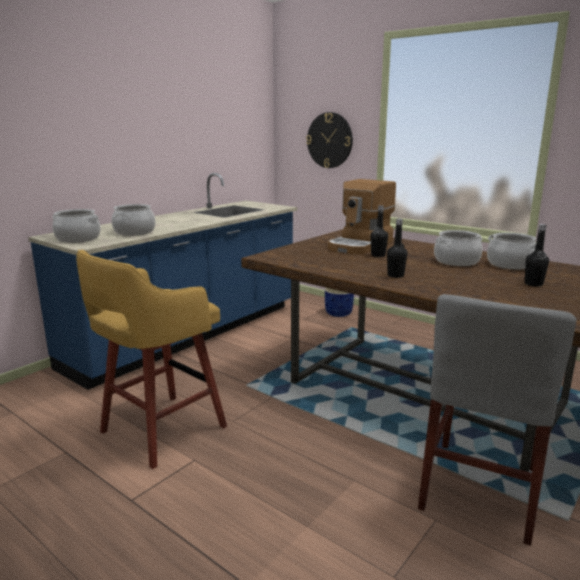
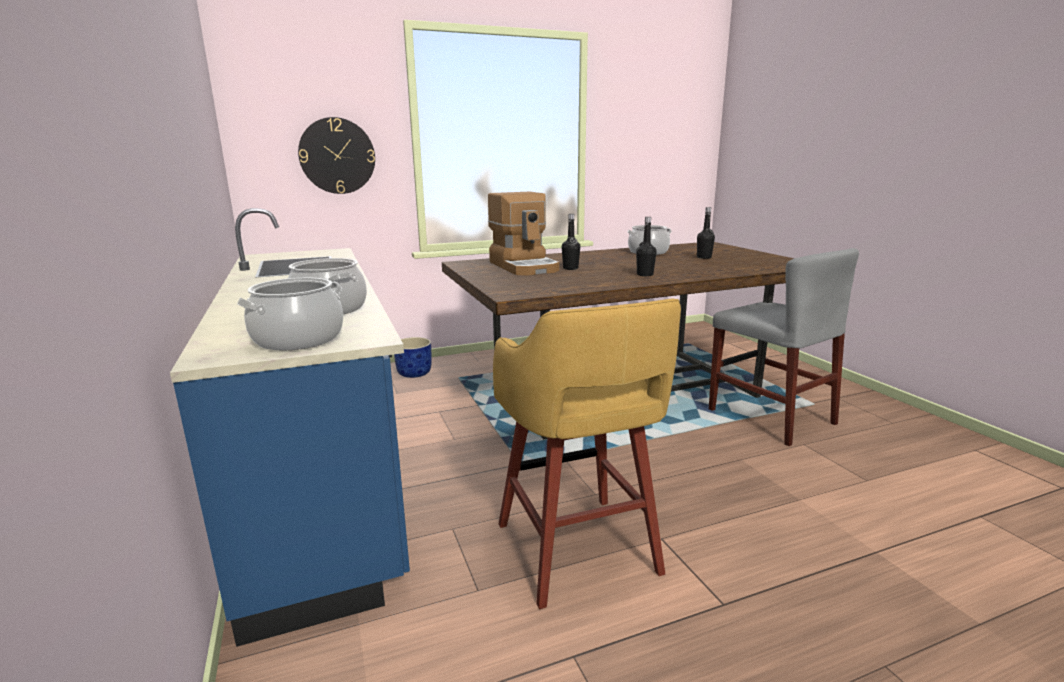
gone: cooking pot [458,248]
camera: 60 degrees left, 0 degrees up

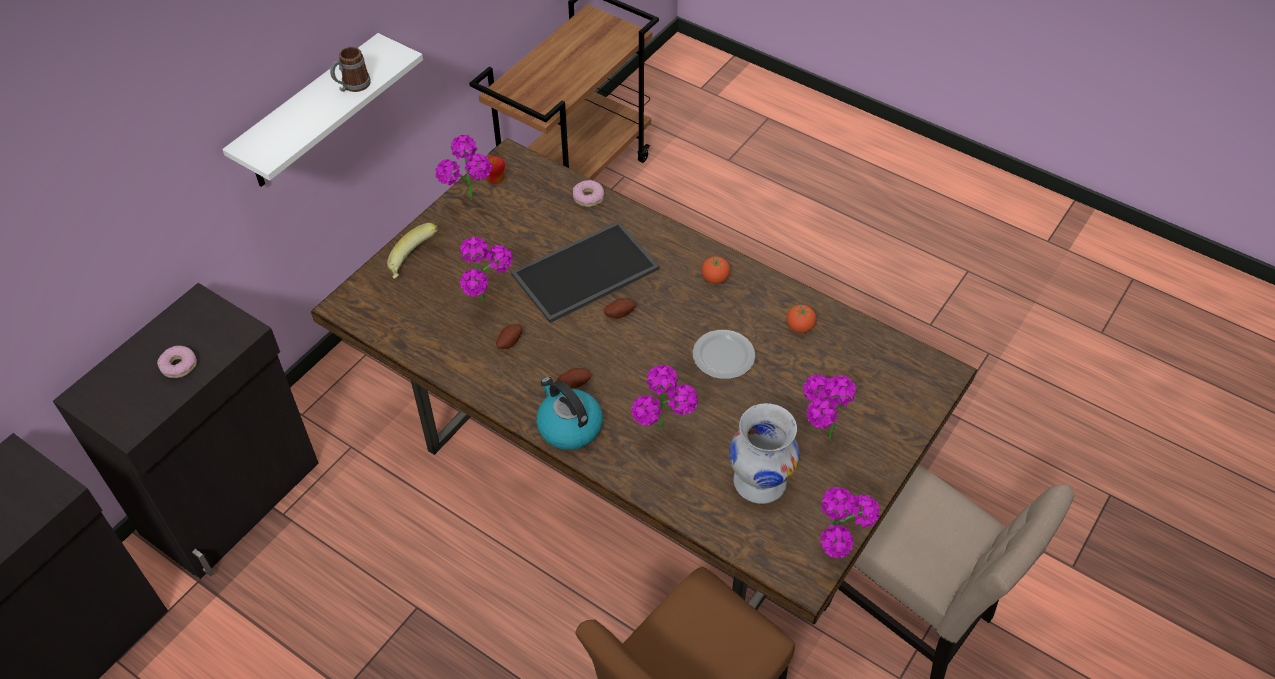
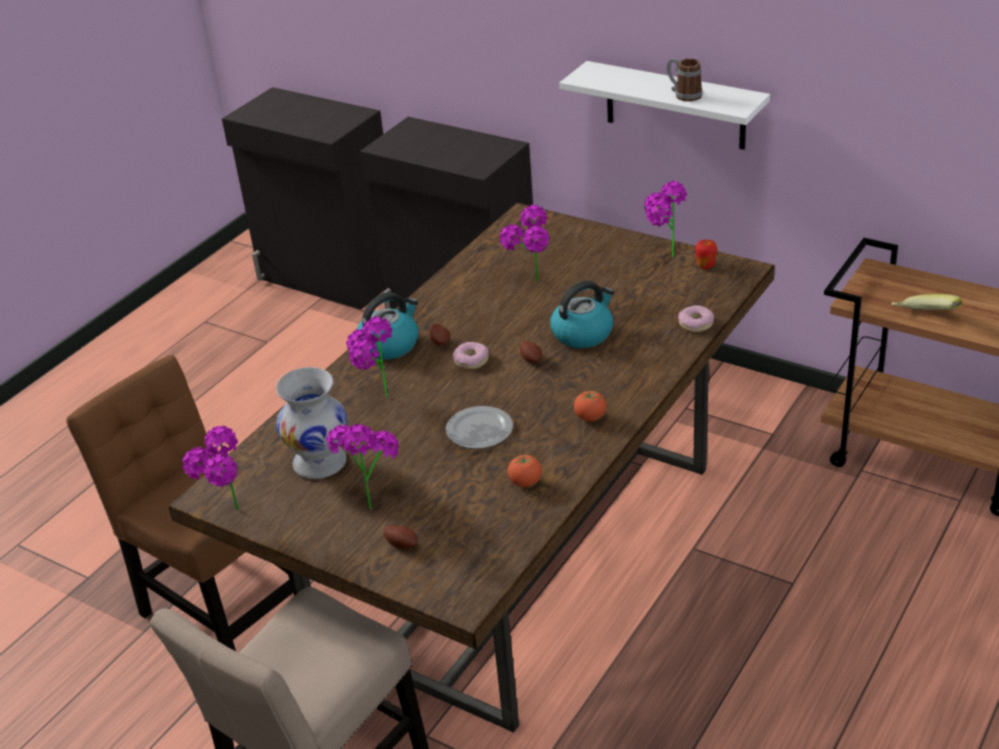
shifted: banana [412,251] to [926,302]; potato [509,336] to [401,537]; donut [177,362] to [471,355]
swapped: tray [585,272] to kettle [582,314]
camera: 90 degrees right, 15 degrees down

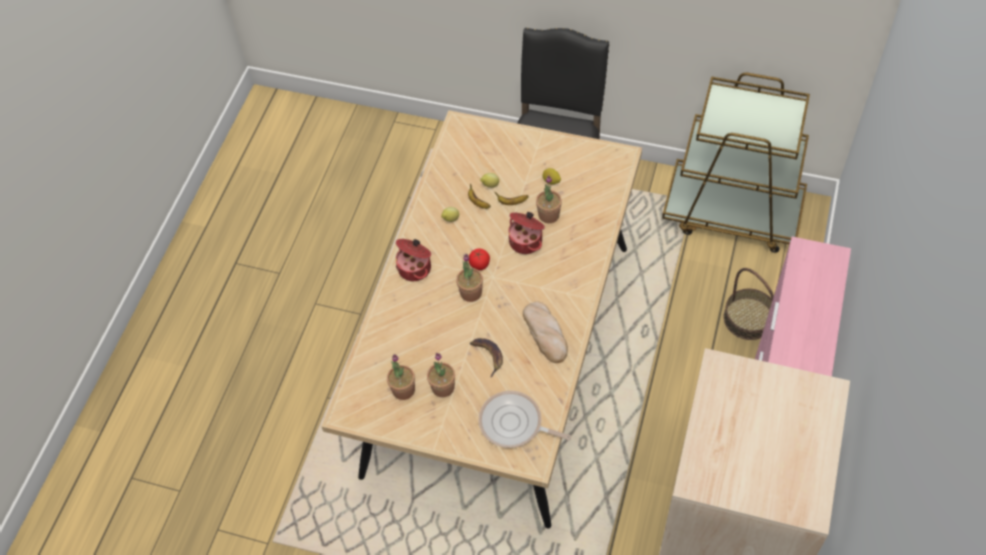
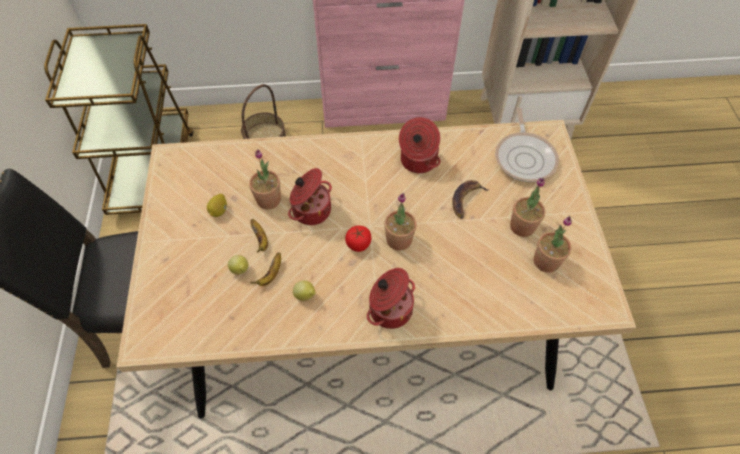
swapped: bread [545,332] to cooking pot [420,145]
camera: 115 degrees left, 0 degrees up

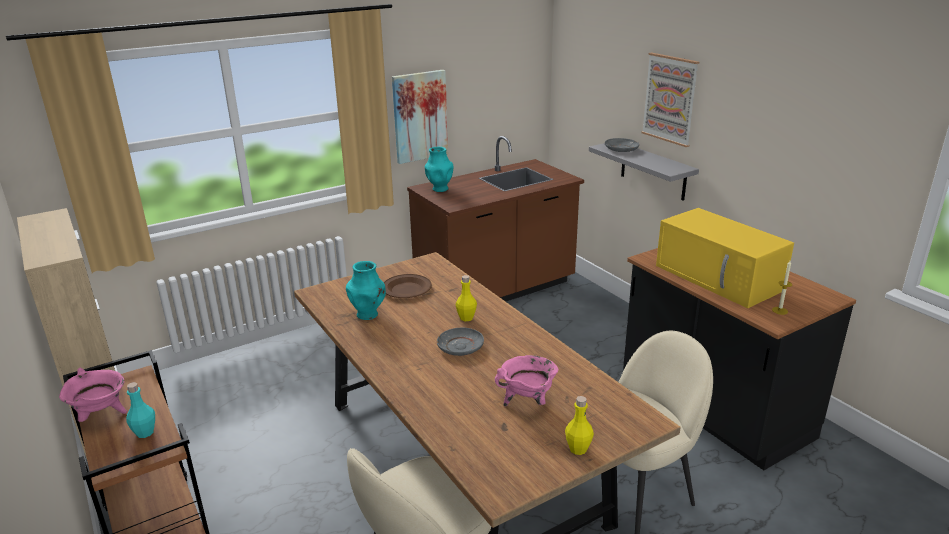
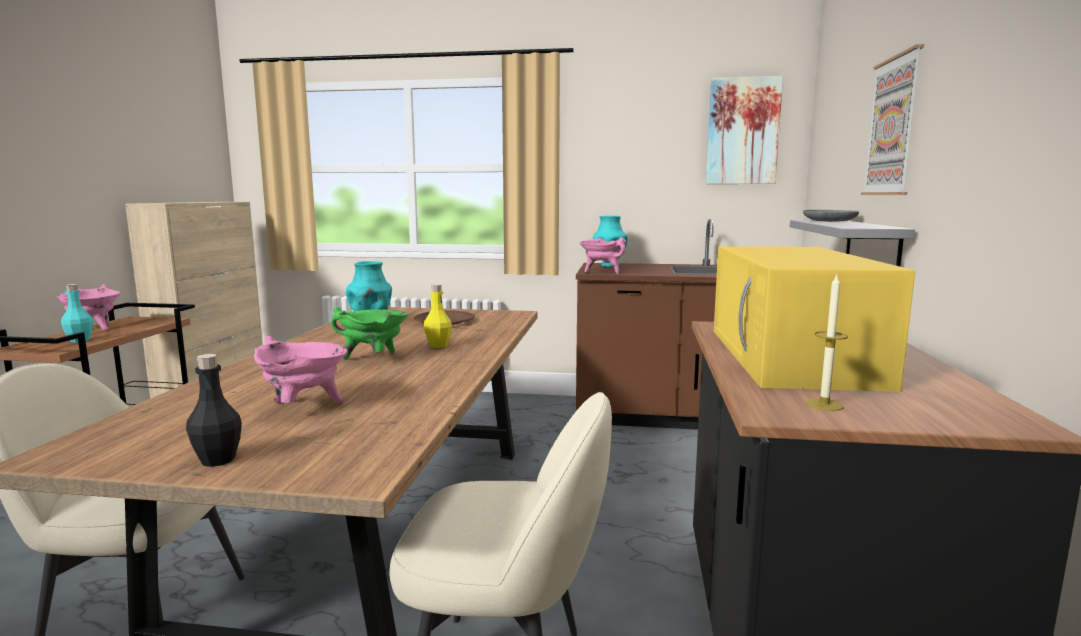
new: pink cooking pot [603,255]
shifted: picture [420,117] to [744,130]
swapped: grey plate [460,342] to green cooking pot [369,333]
repainted: yellow bottle [579,425] to black bottle [214,410]
camera: 40 degrees right, 15 degrees down

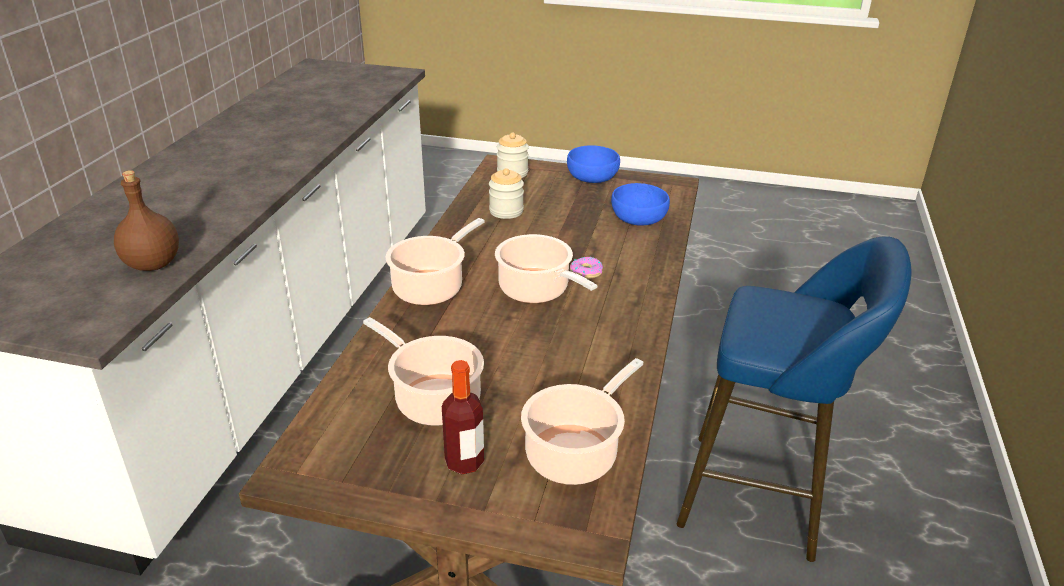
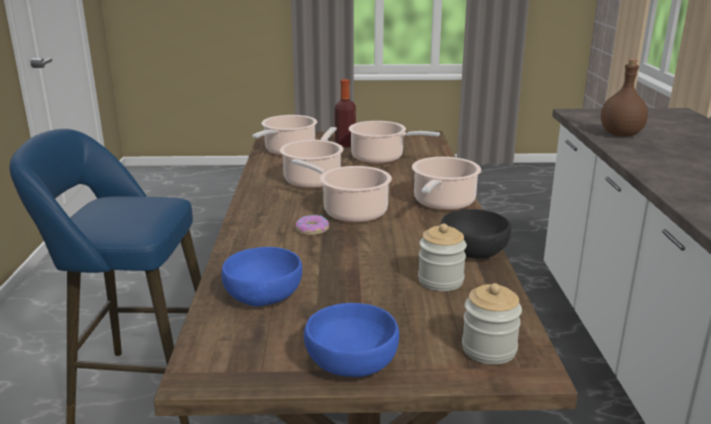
new: cooking pot [311,157]; black bowl [475,233]
camera: 165 degrees right, 10 degrees down

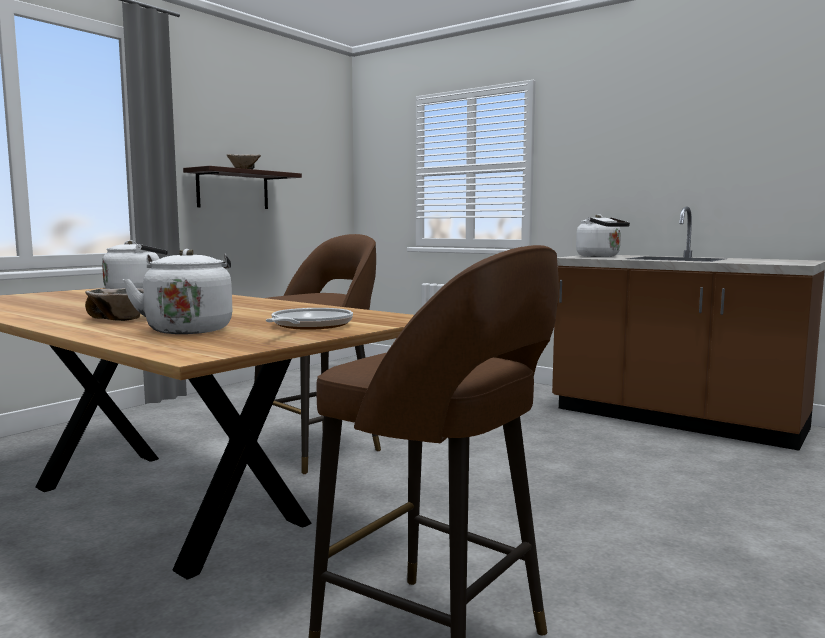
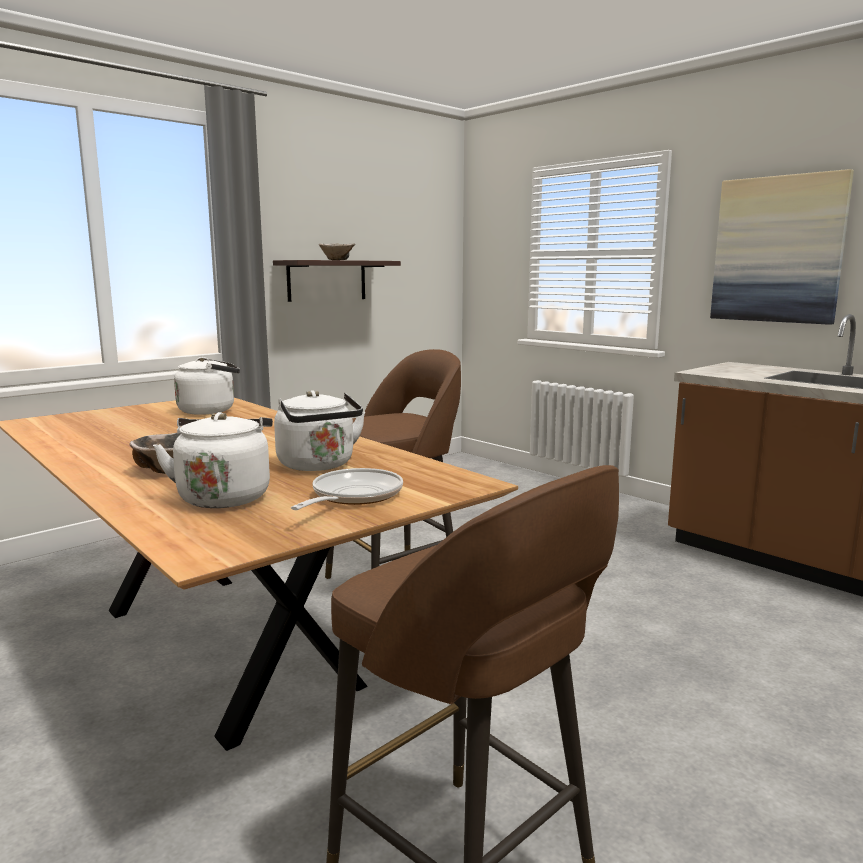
new: picture [782,247]
shifted: white kettle [603,235] to [319,430]
camera: 10 degrees right, 5 degrees up

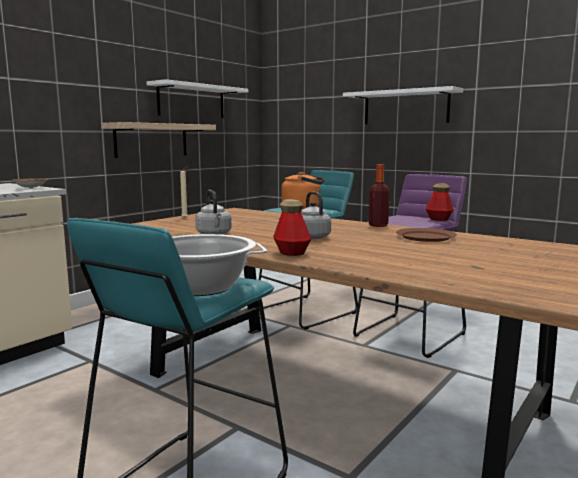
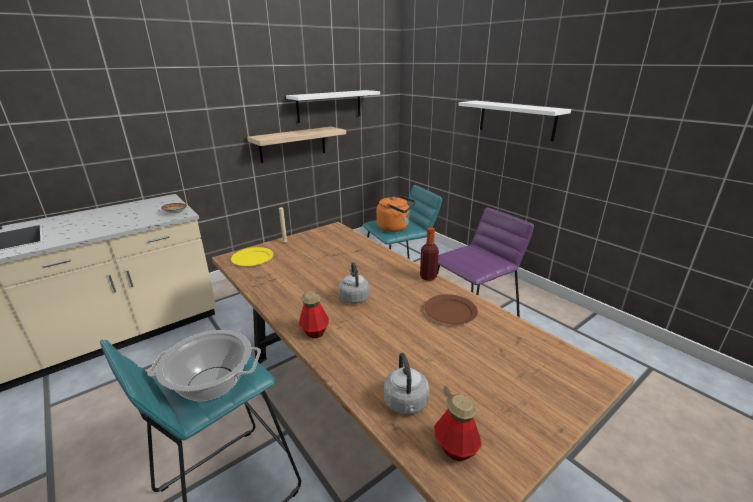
new: yellow plate [252,256]
shifted: bottle [440,202] to [458,427]; grey kettle [213,212] to [406,384]
camera: 15 degrees right, 15 degrees up

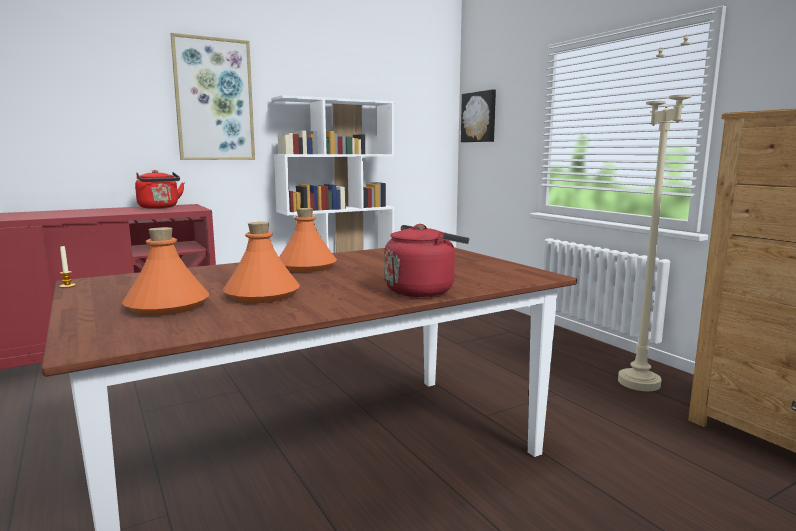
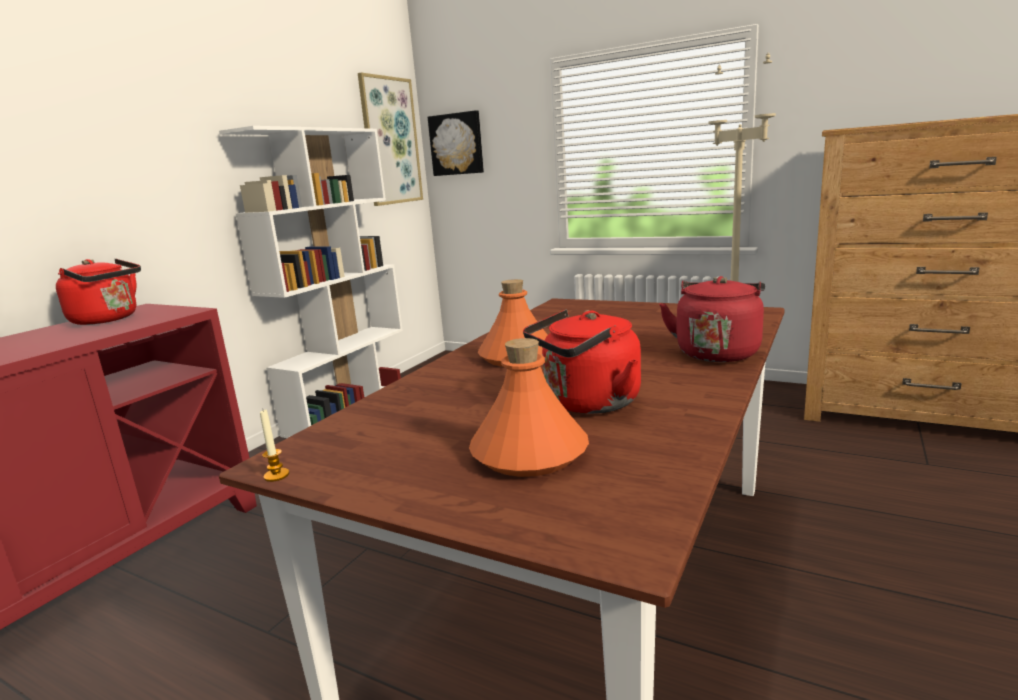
shifted: picture [212,96] to [390,139]
swapped: orange bottle [261,262] to red kettle [582,362]
camera: 30 degrees left, 5 degrees up

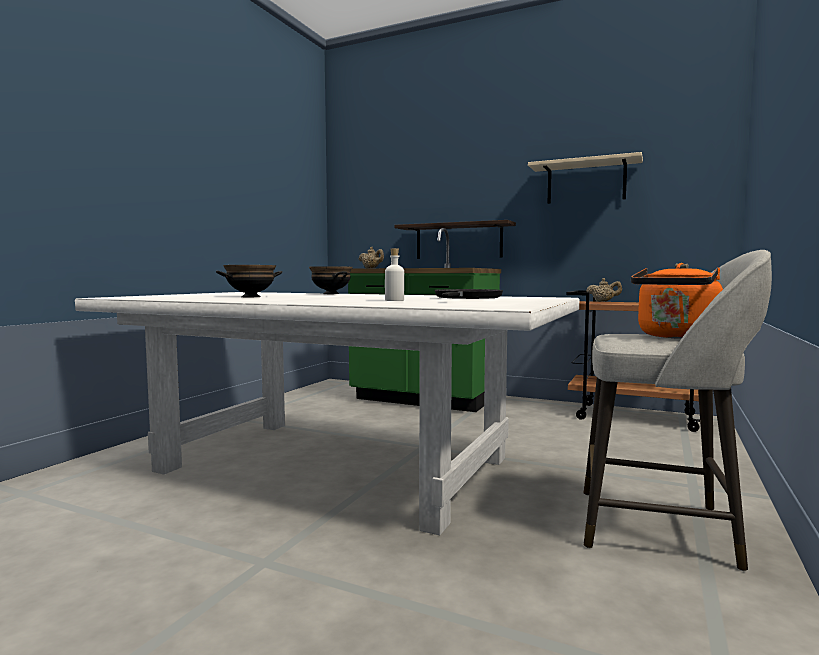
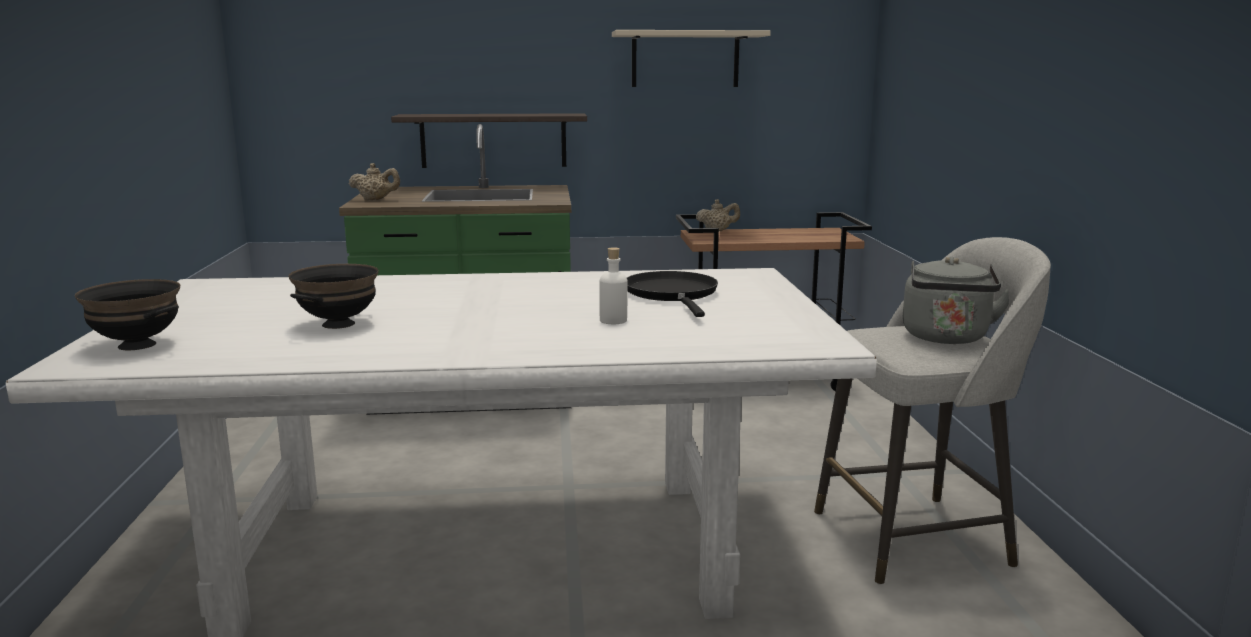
shifted: black bowl [331,280] to [127,314]
repainted: orange kettle [677,301] to grey kettle [956,300]
camera: 30 degrees left, 10 degrees up

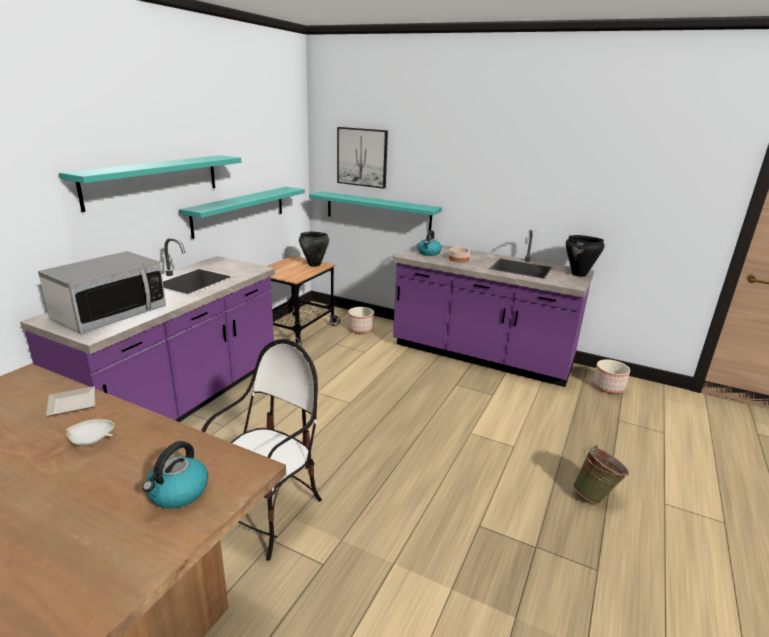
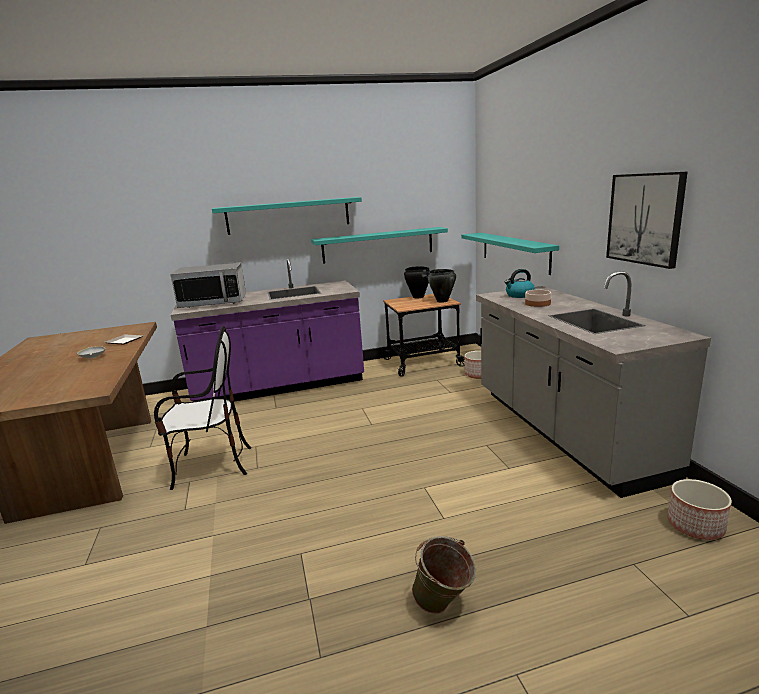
gone: kettle [175,475]
shifted: picture [362,158] to [647,220]; black cooking pot [585,256] to [417,282]
repainted: purple counter [493,308] to grey counter [593,384]
camera: 50 degrees right, 5 degrees down

